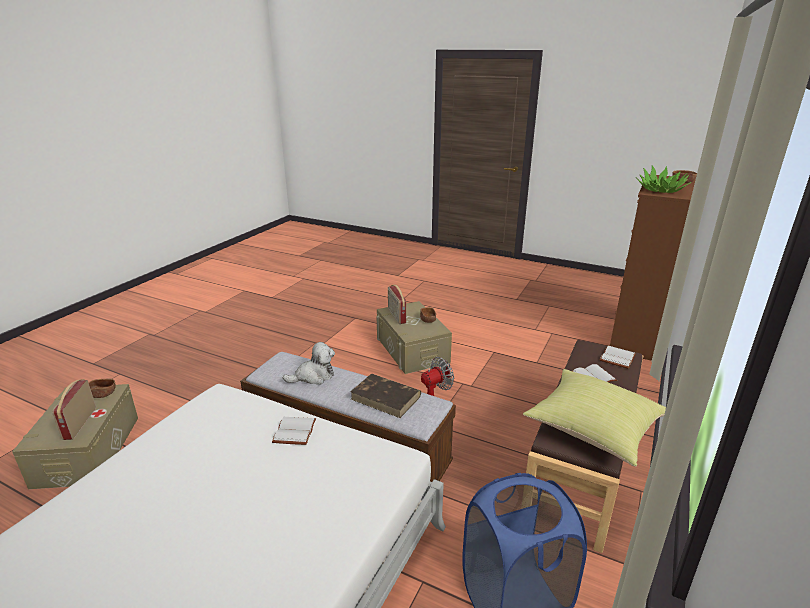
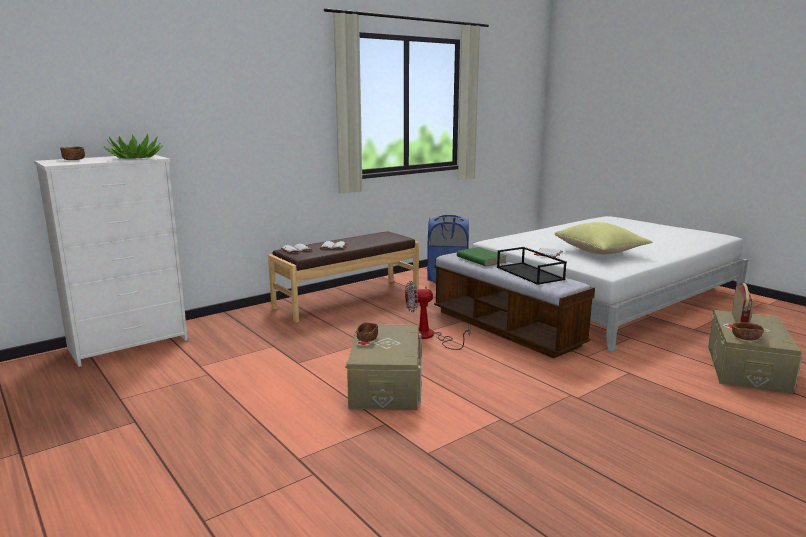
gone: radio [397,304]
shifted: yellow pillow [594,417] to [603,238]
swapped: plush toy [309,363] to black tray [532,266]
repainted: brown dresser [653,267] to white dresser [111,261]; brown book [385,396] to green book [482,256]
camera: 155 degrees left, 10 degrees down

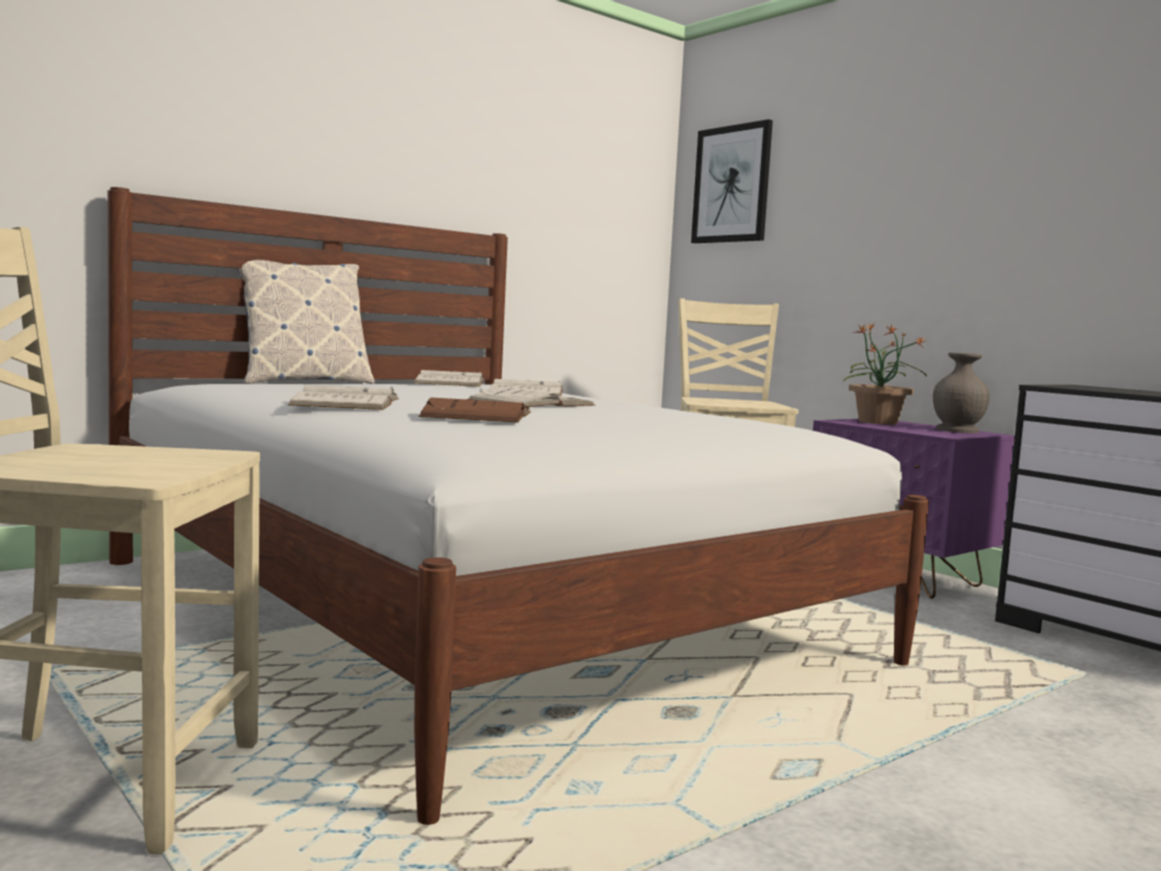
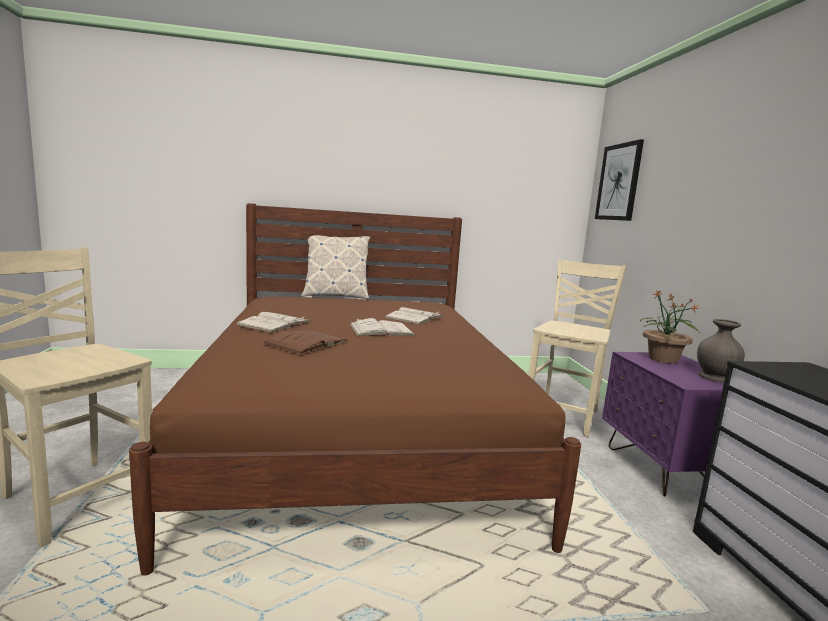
gone: white book [449,378]
repainted: white bed [518,506] to brown bed [355,389]
camera: 30 degrees right, 5 degrees up

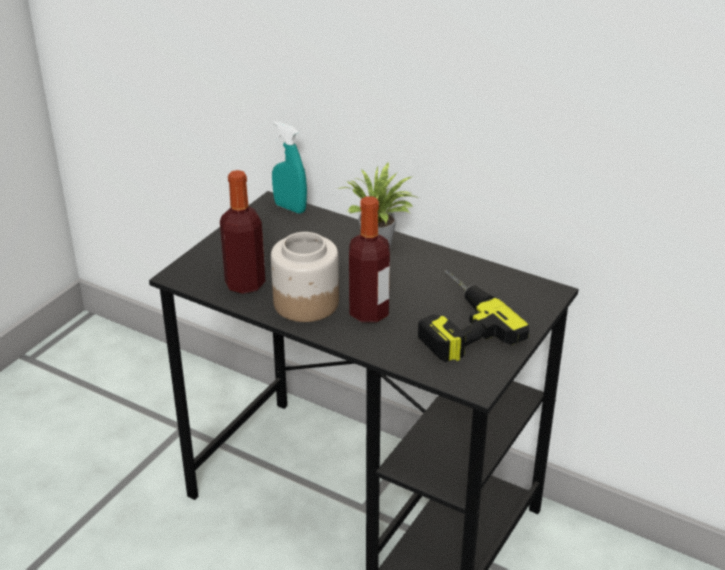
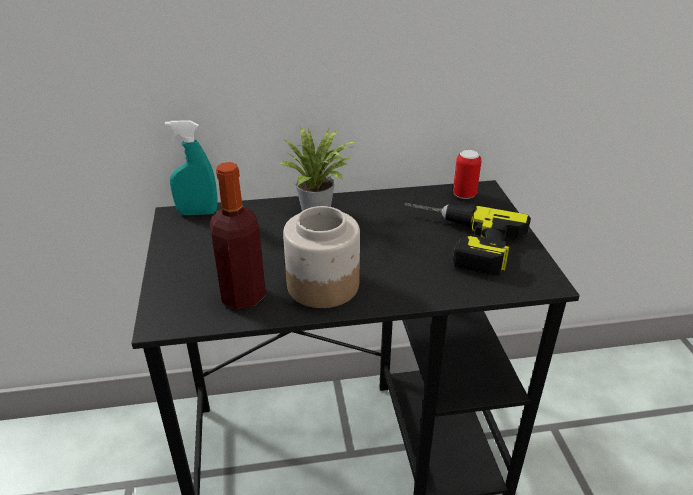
gone: bottle [369,259]
new: can [467,174]
camera: 40 degrees left, 0 degrees up

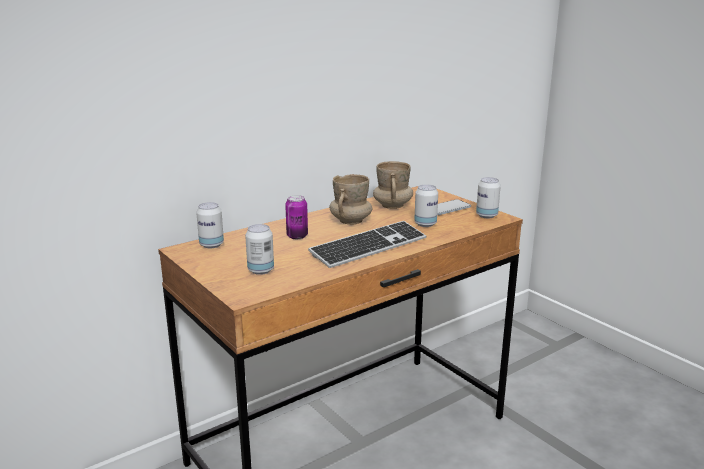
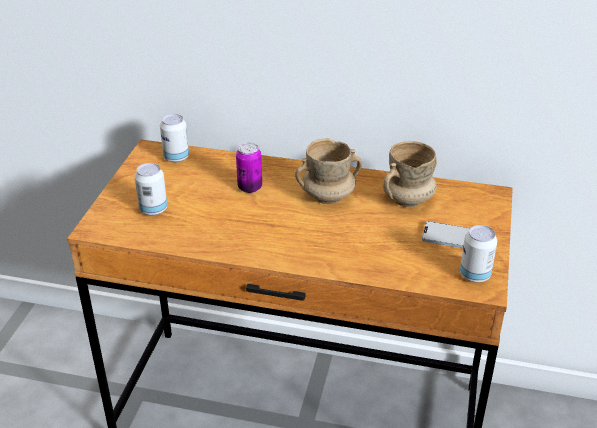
gone: can [426,205]; keyboard [367,244]
camera: 50 degrees right, 15 degrees up

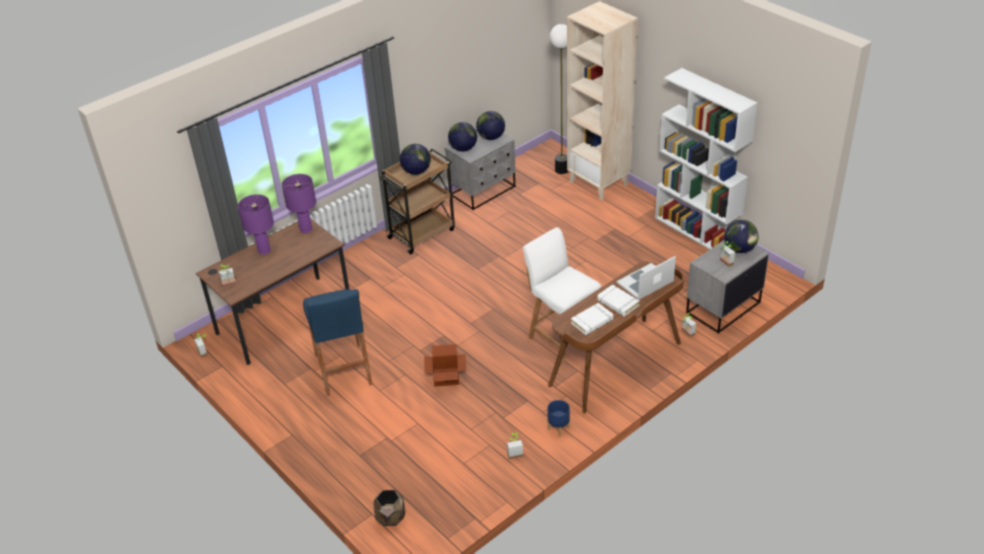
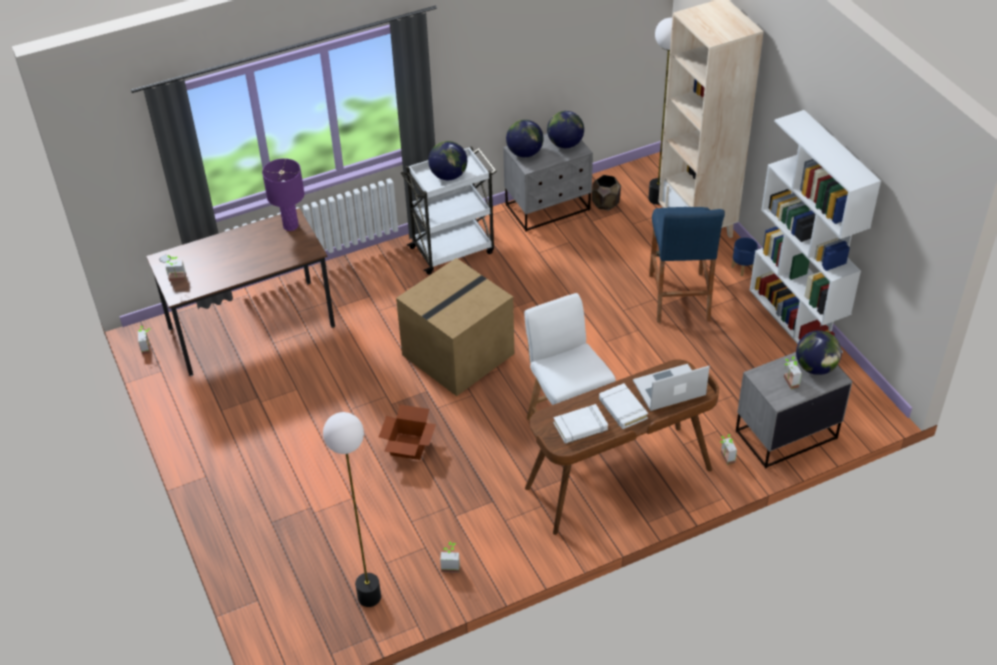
gone: purple table lamp [256,224]
new: cardboard box [455,327]; floor lamp [352,509]
shifted: blue stool [338,342] to [687,265]; blue planter [559,418] to [744,256]; brown planter [389,508] to [606,193]
repainted: brown cart [417,201] to white cart [449,210]
camera: 15 degrees right, 5 degrees up

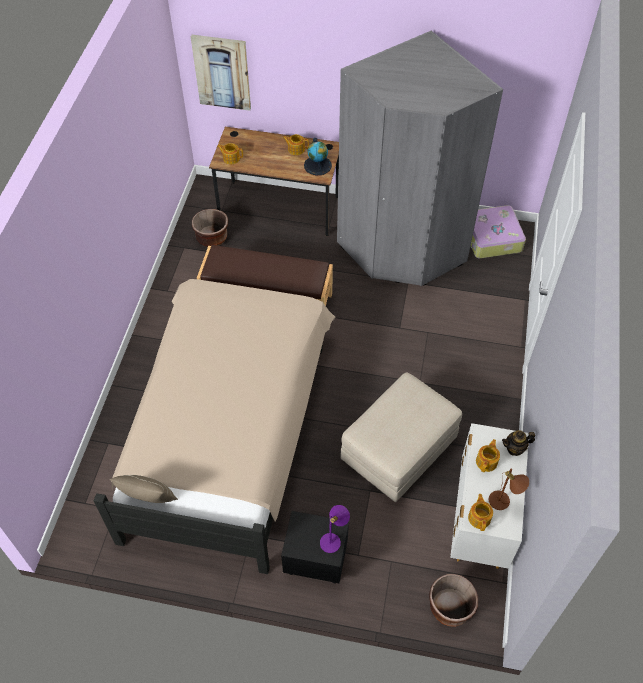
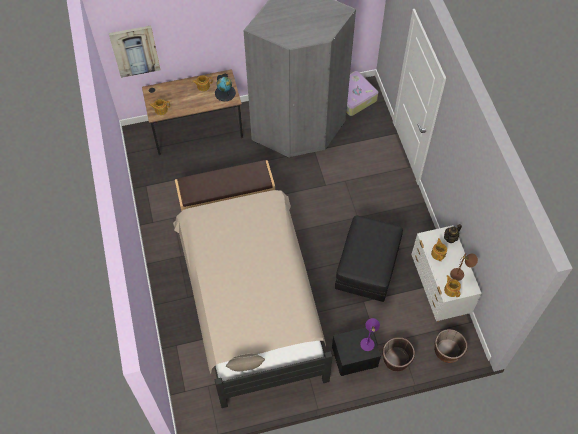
shifted: brown planter [210,228] to [399,354]
repainted: beige ottoman [401,437] to black ottoman [369,259]
camera: 25 degrees left, 5 degrees up

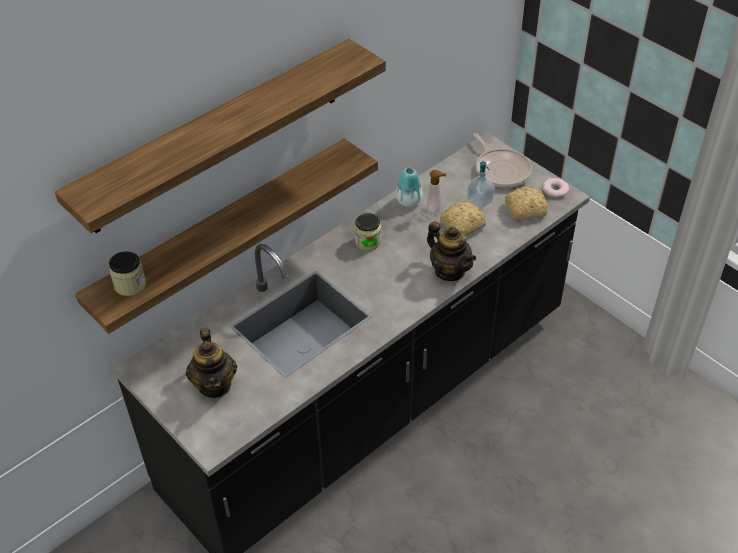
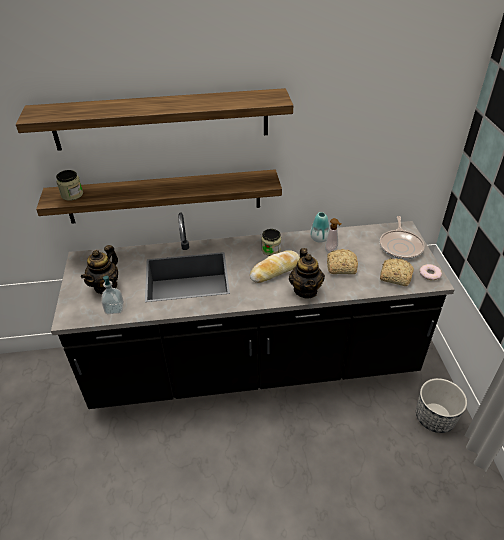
new: bread [275,266]; planter [441,405]
shifted: soap dispenser [481,185] to [112,295]
camera: 35 degrees right, 5 degrees down

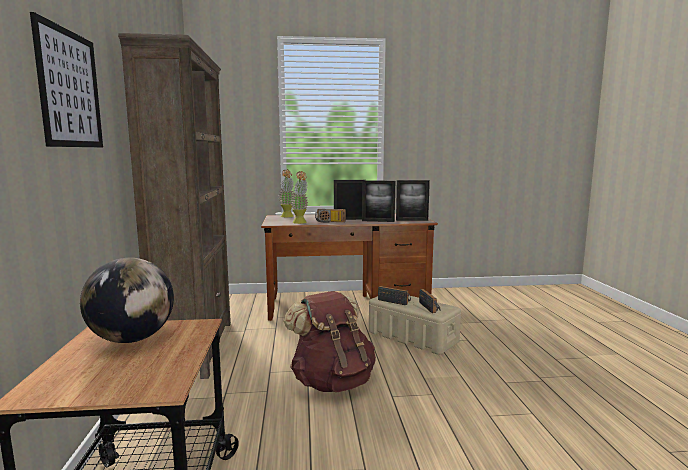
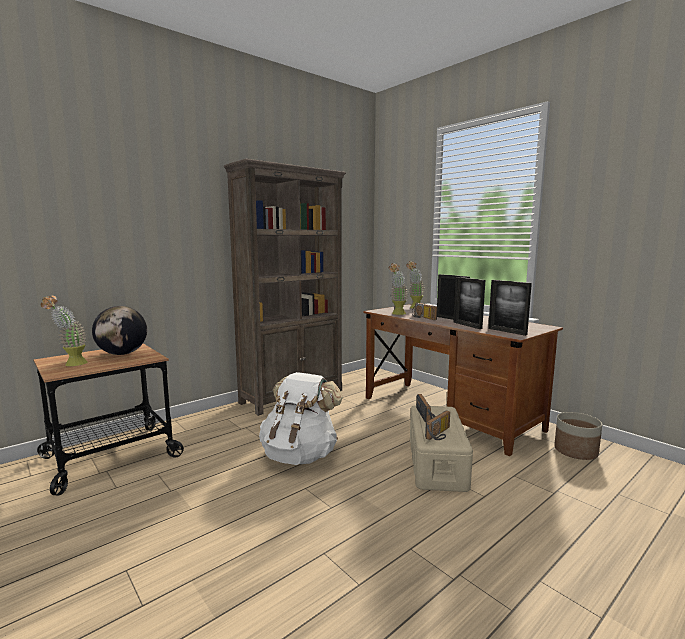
gone: picture [66,79]
new: potted plant [64,331]; planter [578,436]
repainted: brown backpack [330,341] to white backpack [301,418]
camera: 55 degrees right, 0 degrees up

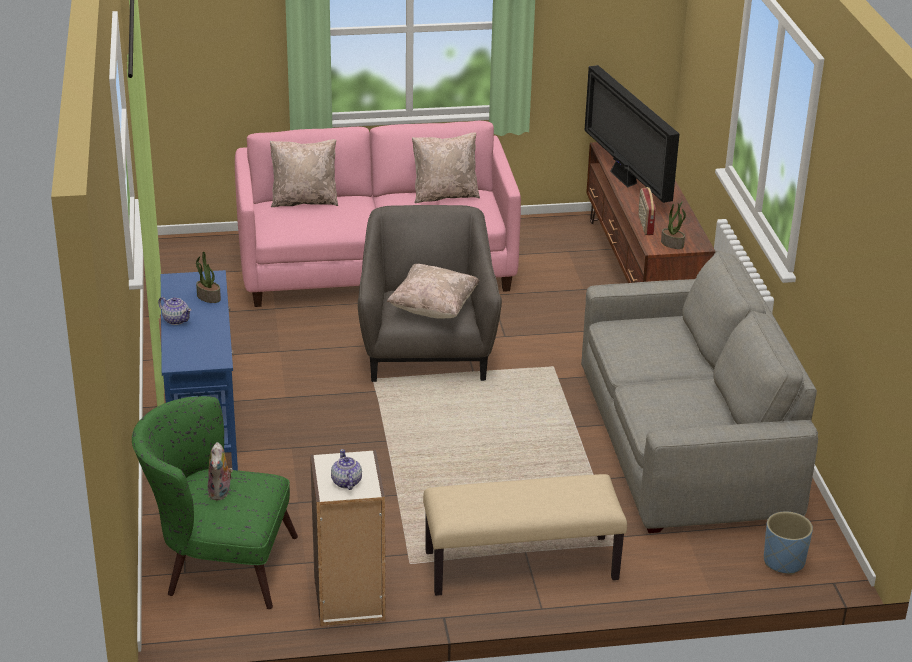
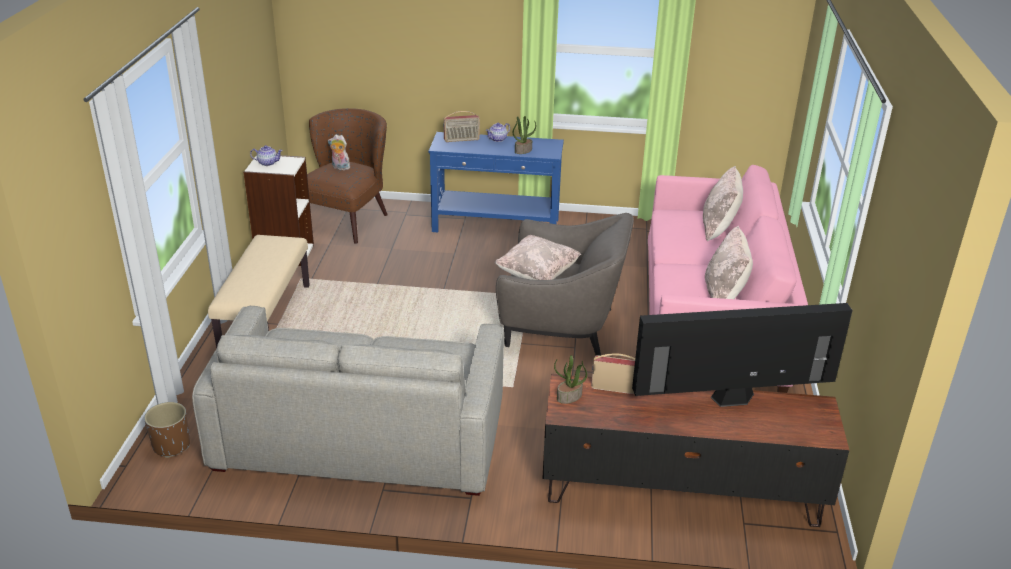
new: radio [461,126]
repainted: green armchair [215,502] to brown armchair [347,176]; blue planter [788,542] to brown planter [167,430]
camera: 105 degrees right, 0 degrees up

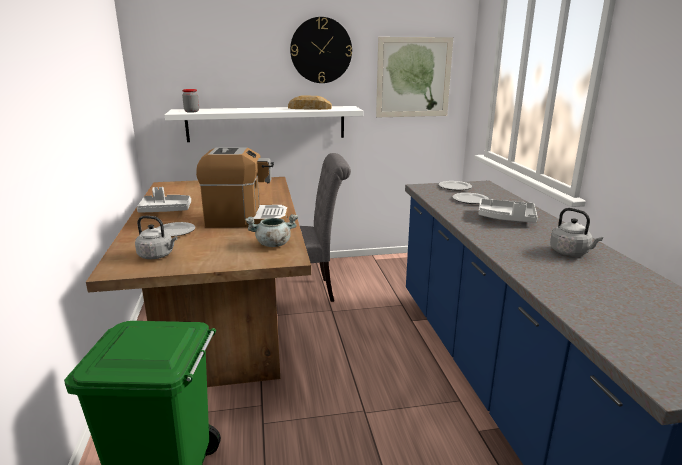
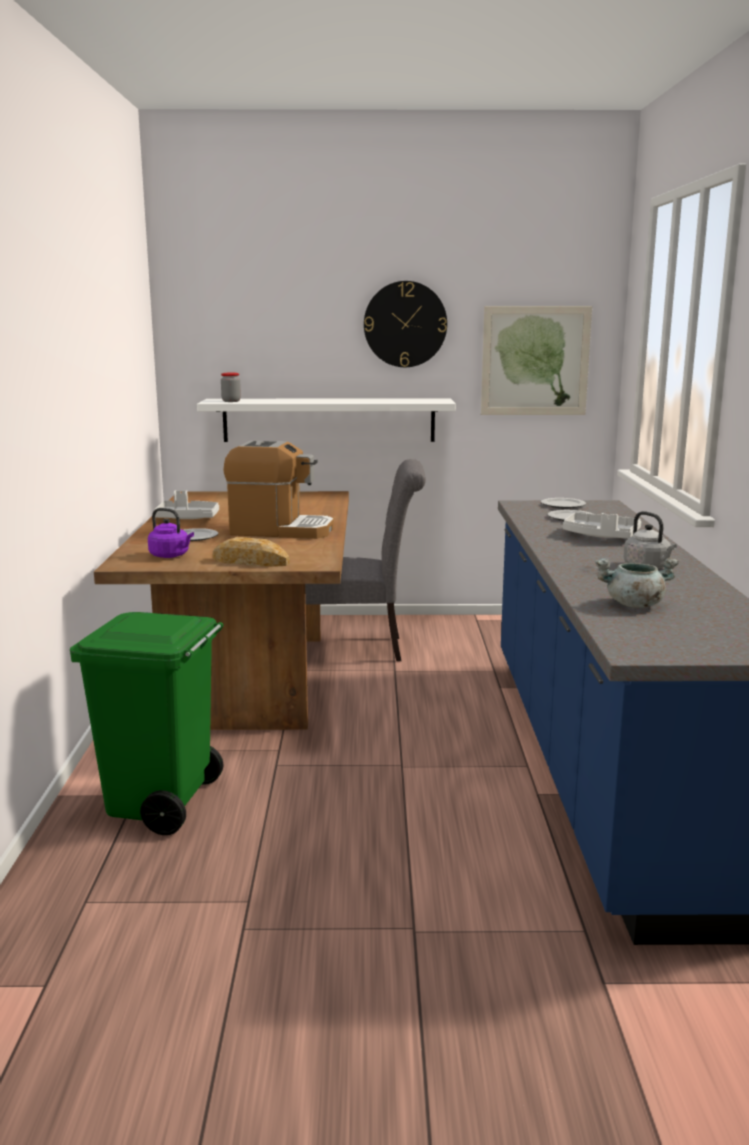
shifted: bread [310,102] to [251,552]; grey cooking pot [271,230] to [637,582]
repainted: grey kettle [156,237] to purple kettle [171,533]
camera: 10 degrees right, 5 degrees down

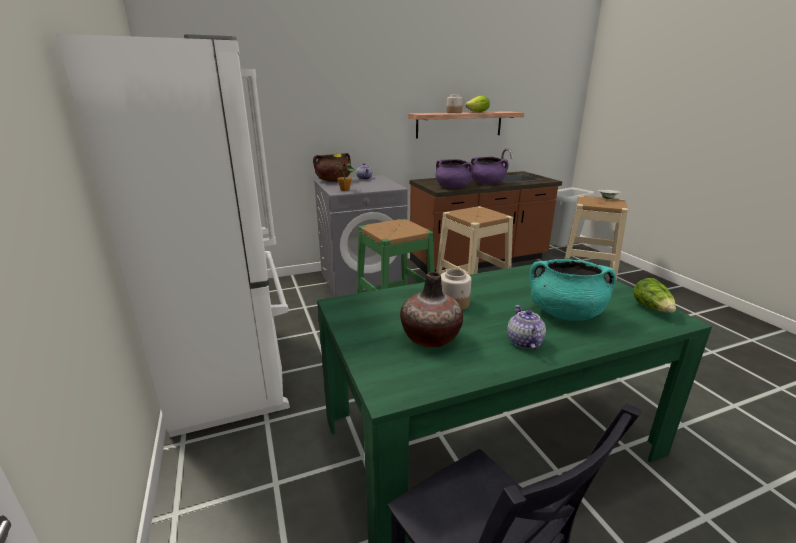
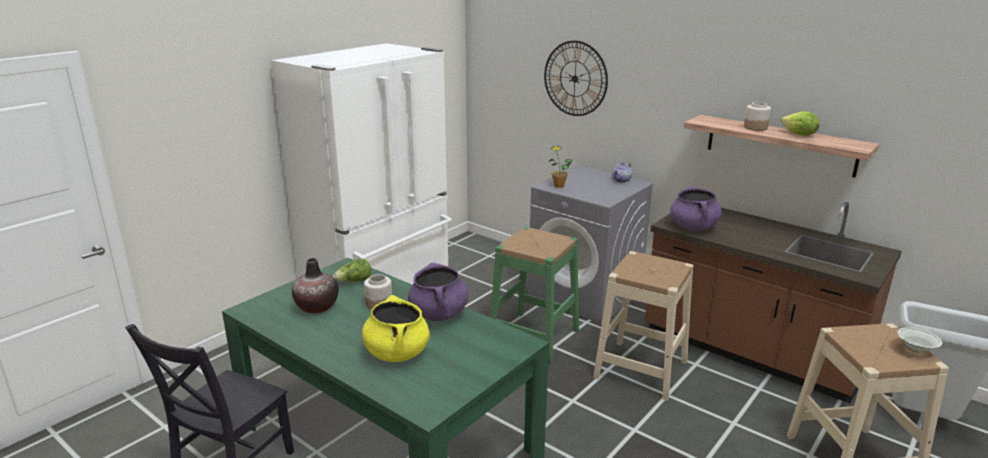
gone: brown cooking pot [332,167]; teapot [526,327]
new: wall clock [576,78]
shifted: purple cooking pot [490,170] to [438,292]; lettuce [654,295] to [352,270]
repainted: turquoise cooking pot [572,290] to yellow cooking pot [396,328]
camera: 60 degrees right, 0 degrees up

